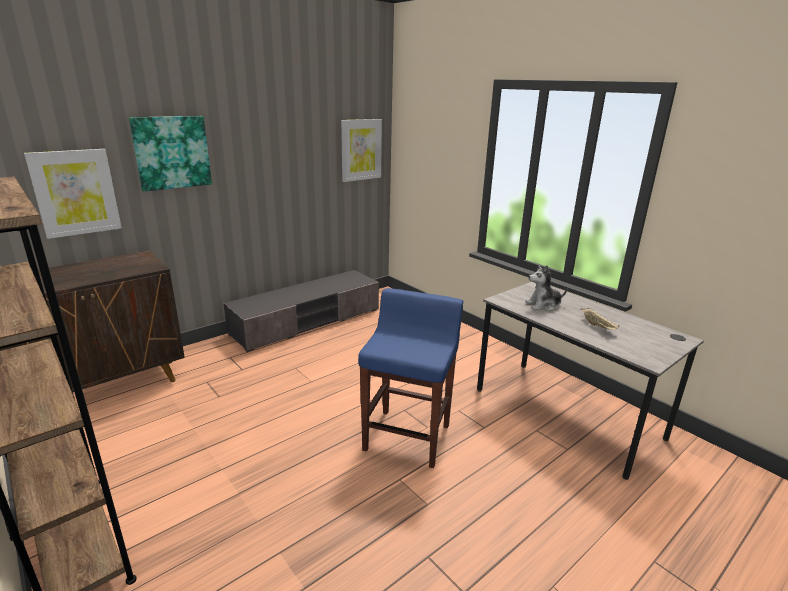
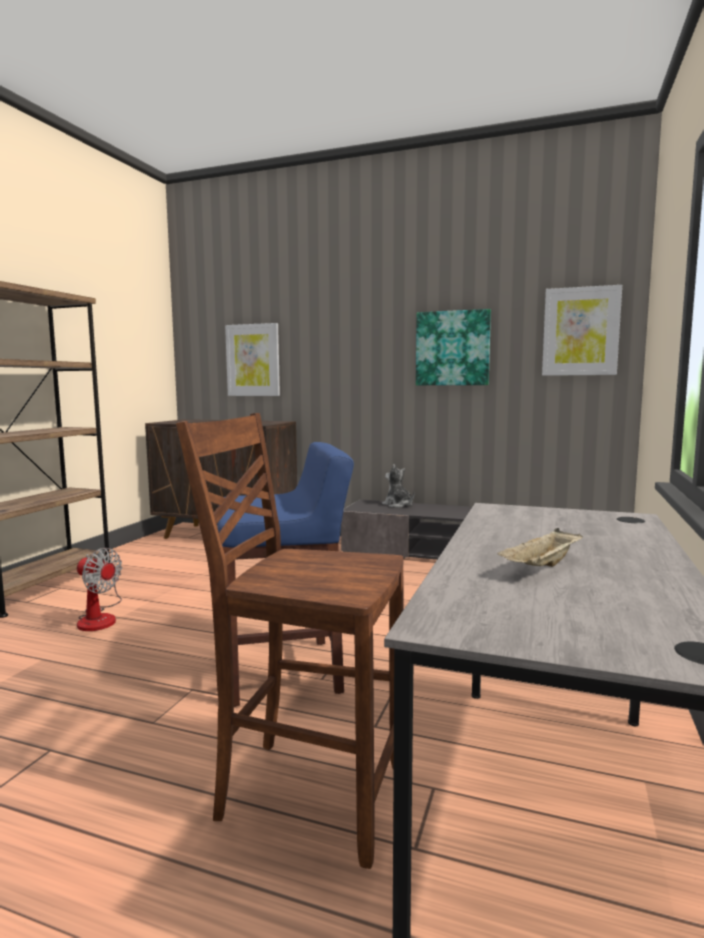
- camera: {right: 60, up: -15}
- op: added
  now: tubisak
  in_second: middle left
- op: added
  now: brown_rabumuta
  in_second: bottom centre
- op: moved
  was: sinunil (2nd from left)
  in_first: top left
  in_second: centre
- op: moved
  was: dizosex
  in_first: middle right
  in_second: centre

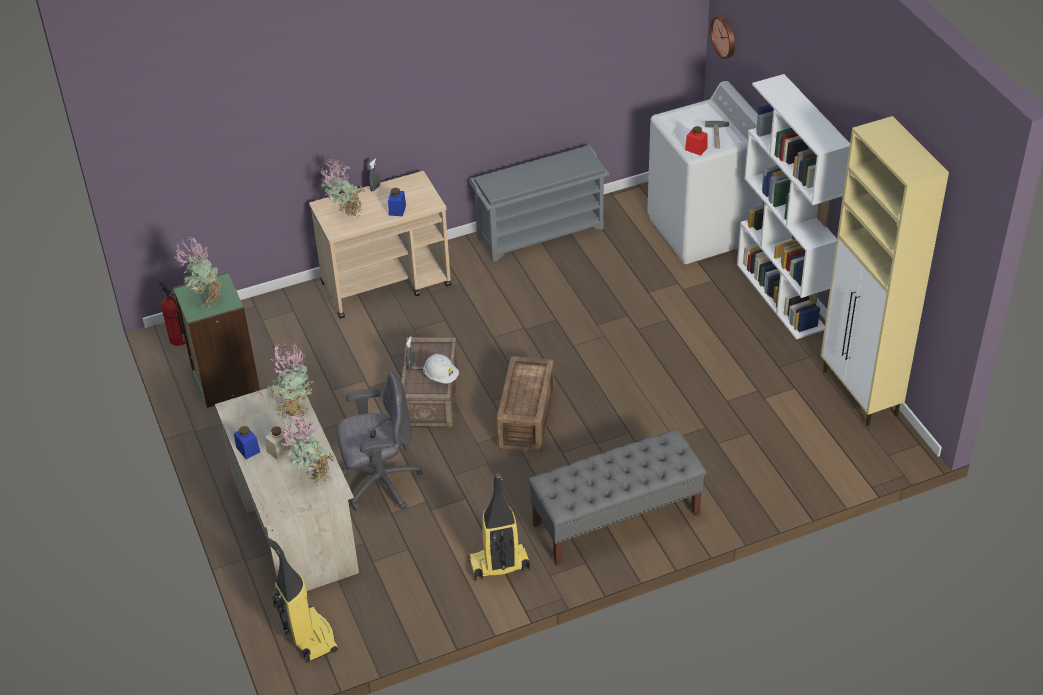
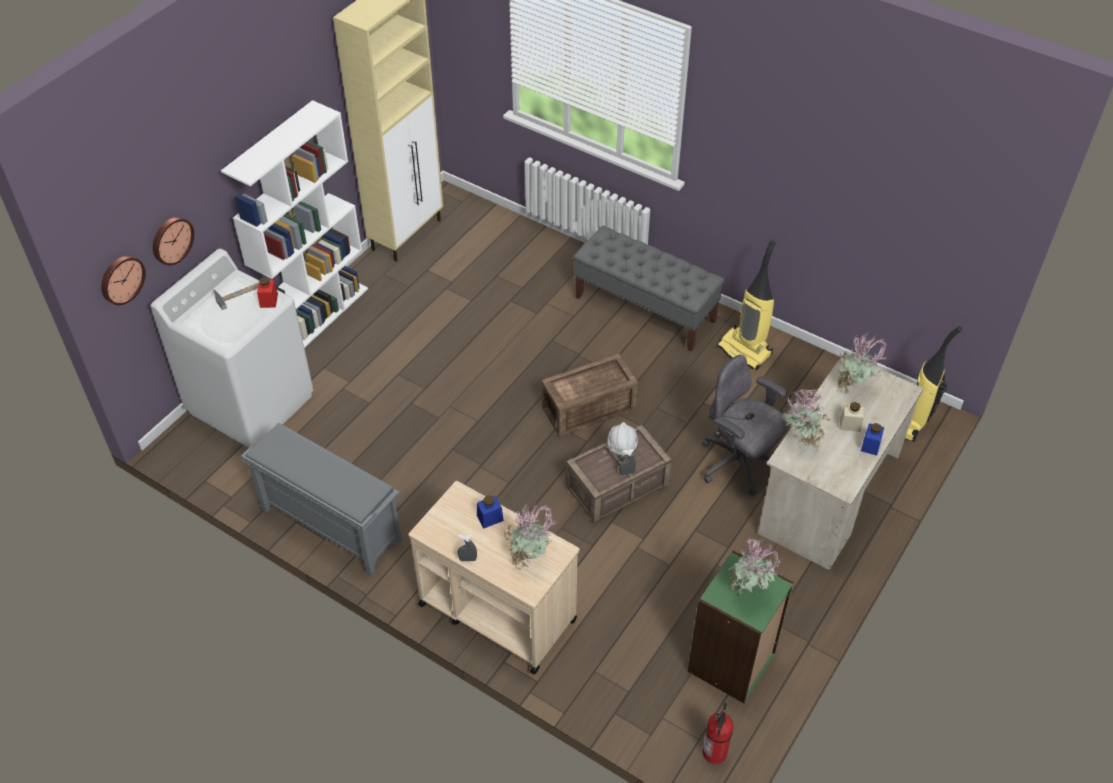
- camera: {right: -125, up: 5}
- op: added
  now: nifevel (2nd from left)
  in_second: top left

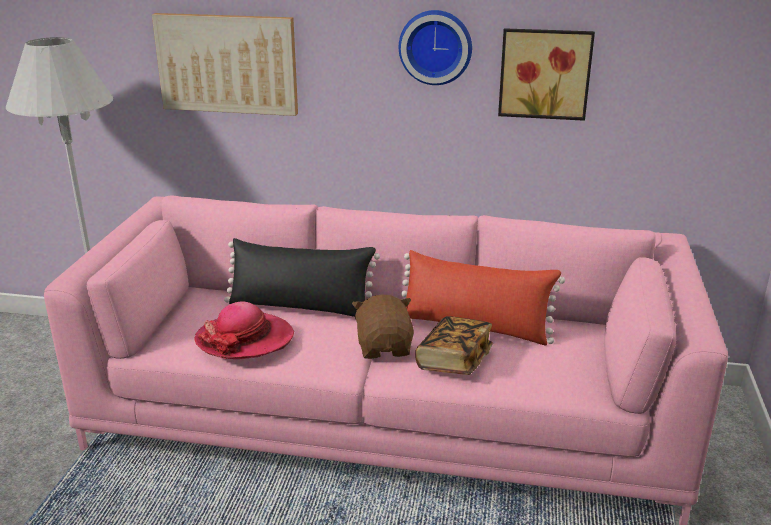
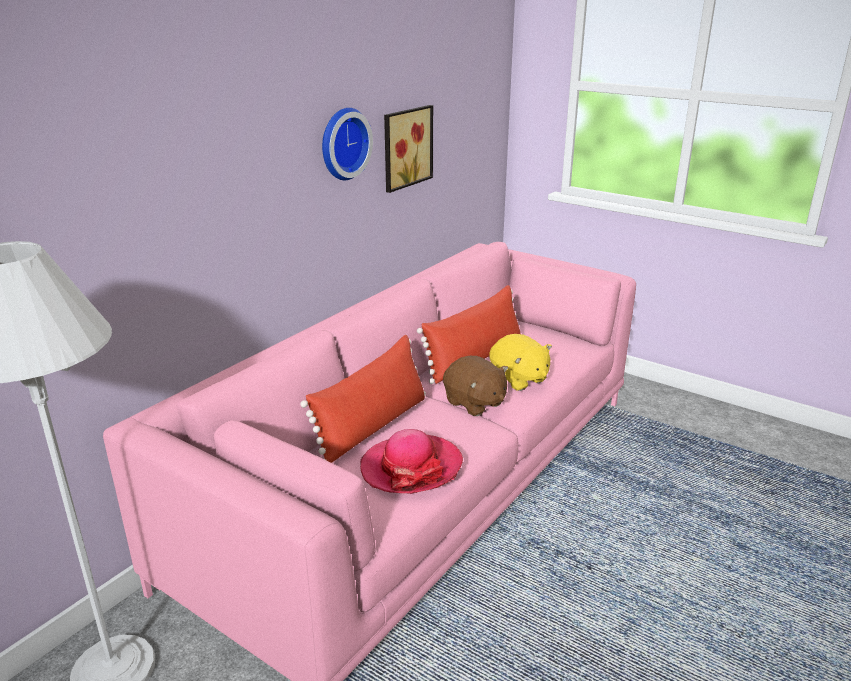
- camera: {right: -65, up: 0}
- op: removed
  was: sinunil (1st from left)
  in_first: top left
- op: replaced
  was: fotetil
  now: yellow_dizosex
  in_first: centre
  in_second: centre
- op: recoloured
  was: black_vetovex
  now: red_vetovex (1st from left)
  in_first: centre
  in_second: centre
- op: turned
  was: brown_dizosex
  in_first: centre
  in_second: centre
  clockwise: -150

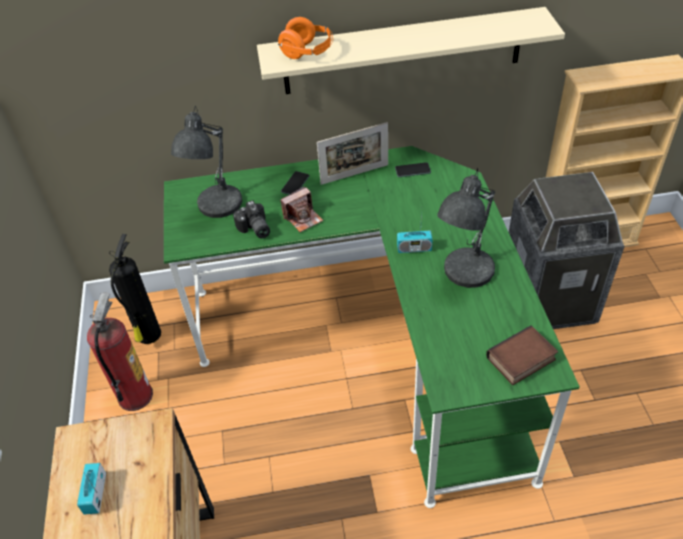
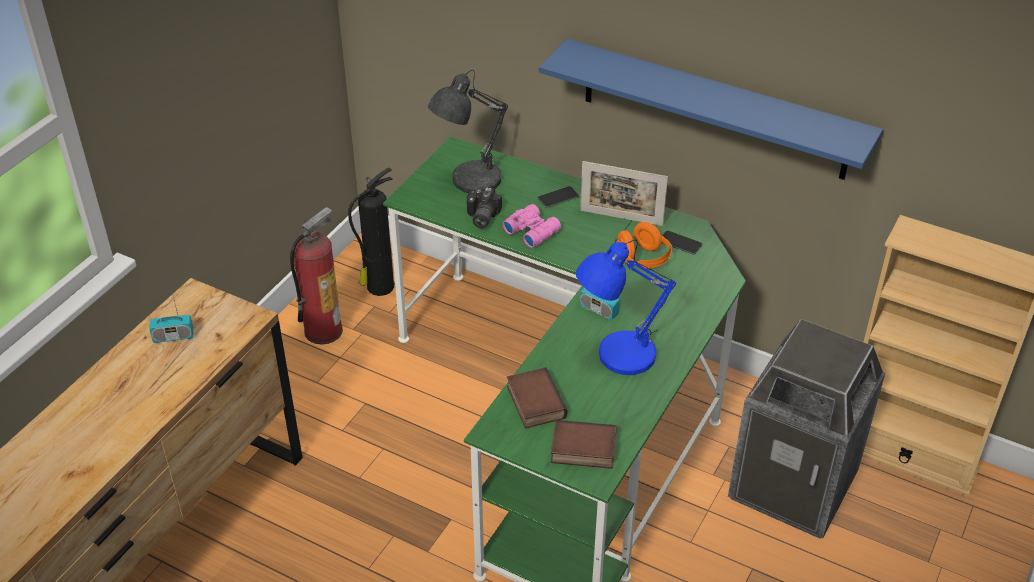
- camera: {right: 35, up: -5}
- op: added
  now: fotetil (1st from left)
  in_second: bottom centre
- op: moved
  was: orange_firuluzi
  in_first: top centre
  in_second: centre
- op: replaced
  was: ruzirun (2nd from left)
  now: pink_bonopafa
  in_first: centre
  in_second: centre
- op: recoloured
  was: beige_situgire
  now: blue_situgire
  in_first: top centre
  in_second: top right
- op: recoloured
  was: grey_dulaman (2nd from left)
  now: blue_dulaman
  in_first: middle right
  in_second: centre
- op: turned
  was: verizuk (1st from left)
  in_first: bottom left
  in_second: middle left
  clockwise: -135

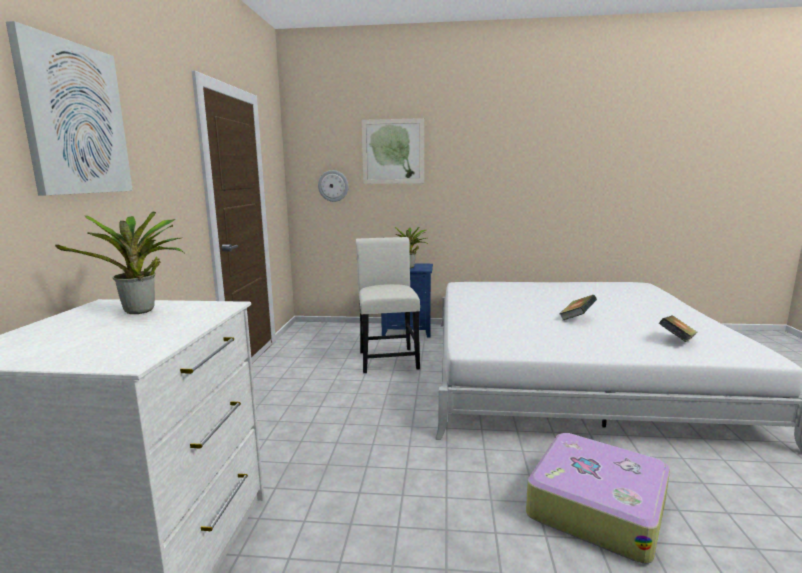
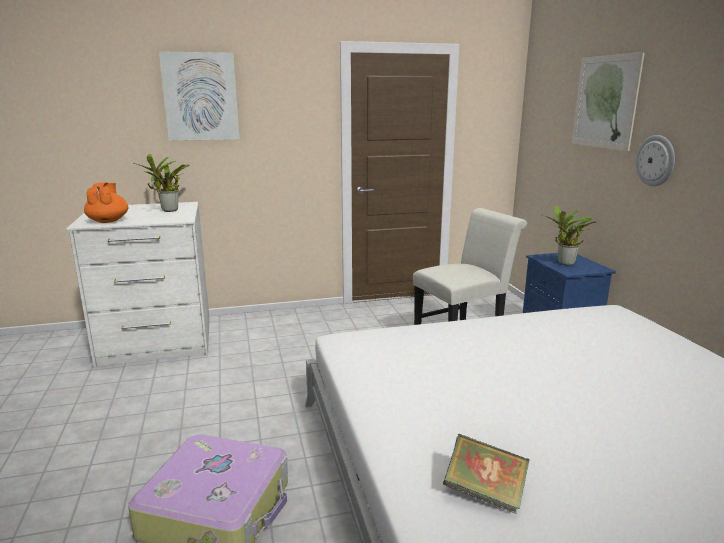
- camera: {right: 70, up: 5}
- op: removed
  was: fotetil (1st from left)
  in_first: middle right
- op: added
  now: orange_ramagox
  in_second: middle left
- op: moved
  was: nifevel
  in_first: top centre
  in_second: top right

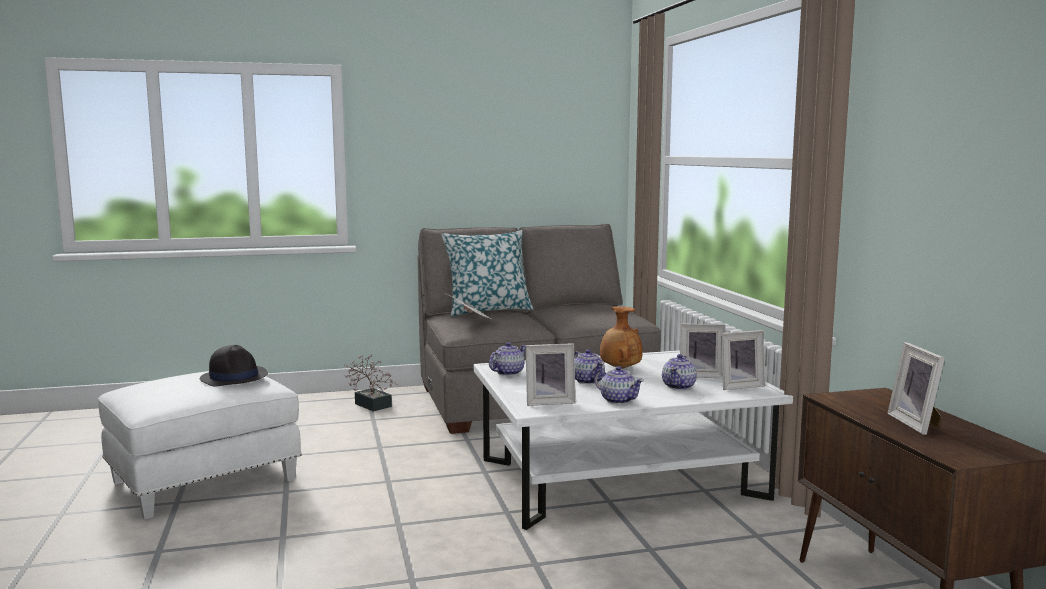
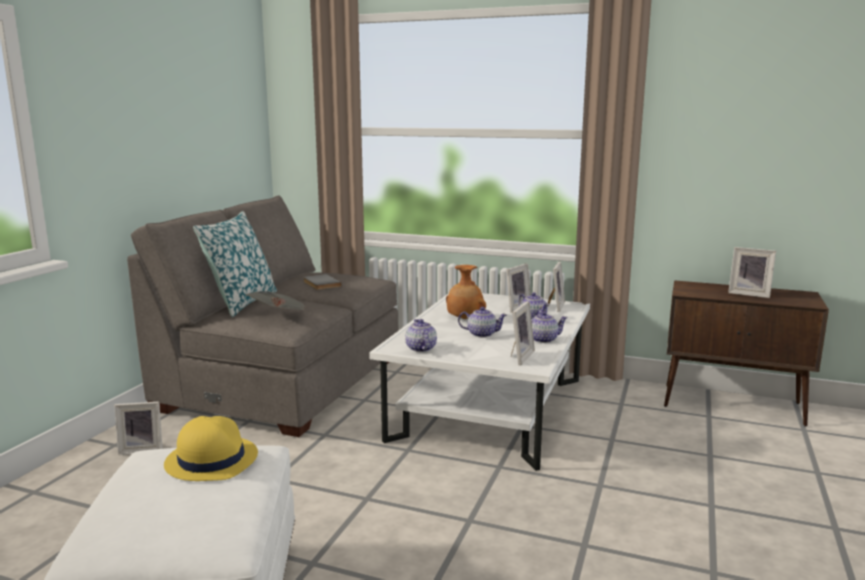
- camera: {right: -55, up: 5}
- op: added
  now: grey_fotetil
  in_second: centre
- op: replaced
  was: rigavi
  now: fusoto (1st from left)
  in_first: centre
  in_second: bottom left
- op: recoloured
  was: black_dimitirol
  now: yellow_dimitirol
  in_first: middle left
  in_second: bottom left

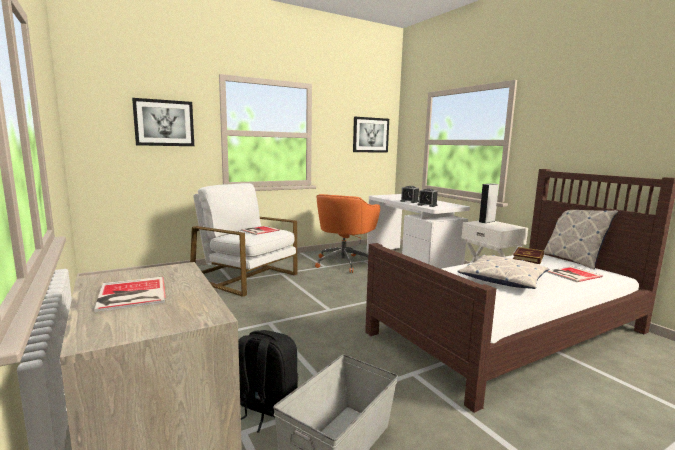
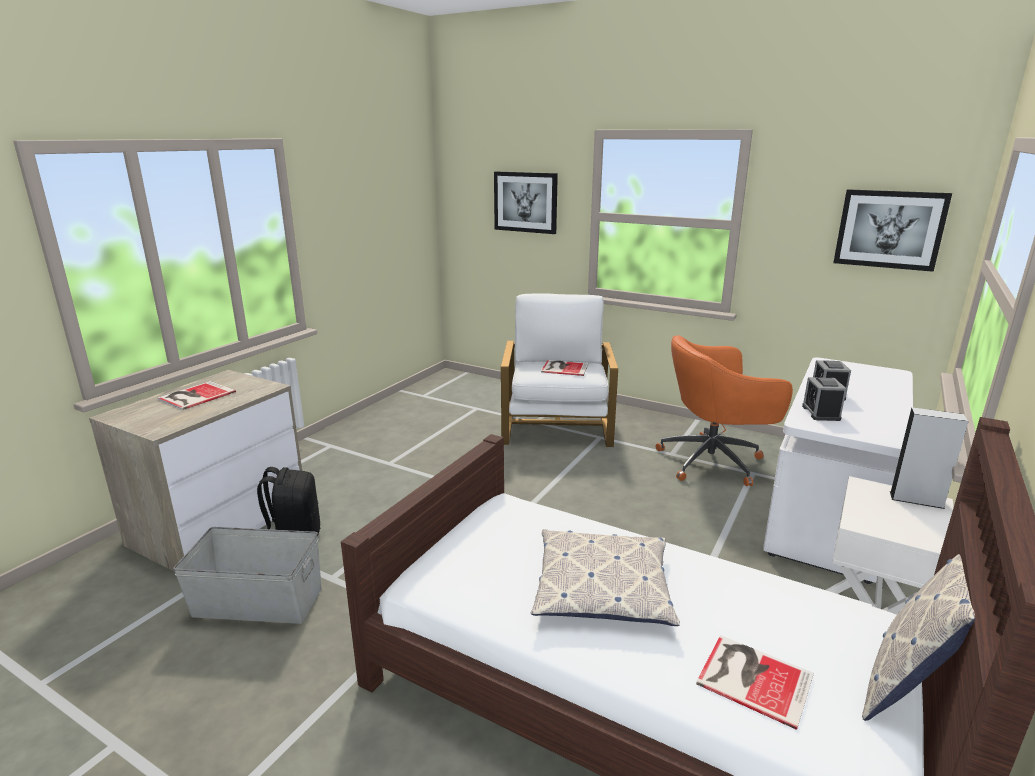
- camera: {right: 60, up: 10}
- op: removed
  was: fotetil (3rd from left)
  in_first: middle right

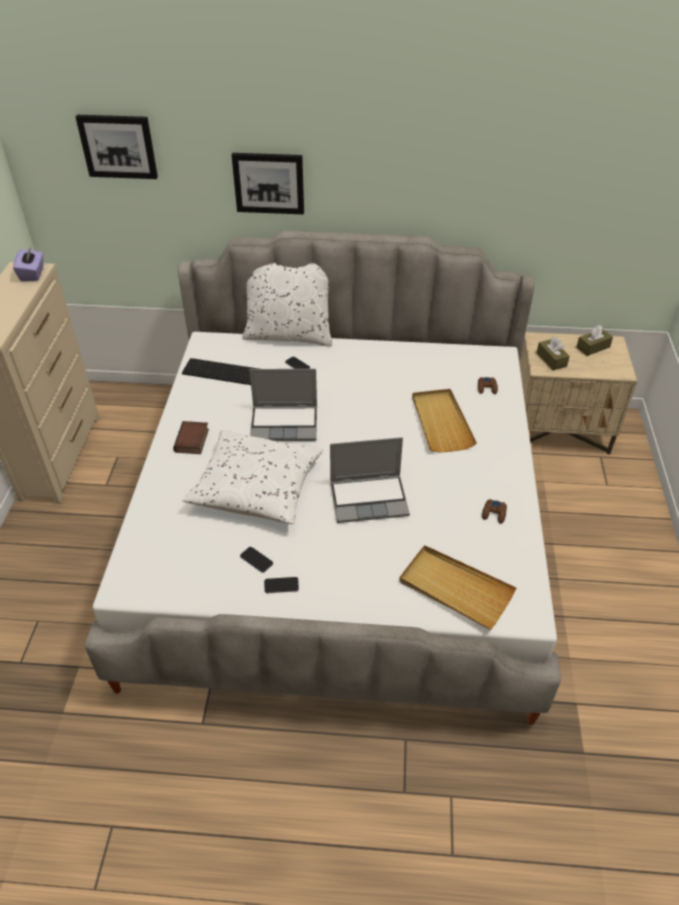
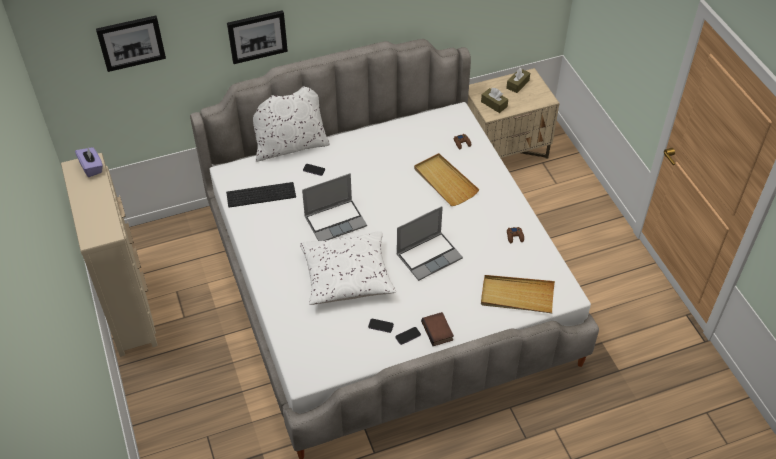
- camera: {right: -25, up: 5}
- op: moved
  was: fotetil
  in_first: middle left
  in_second: bottom centre

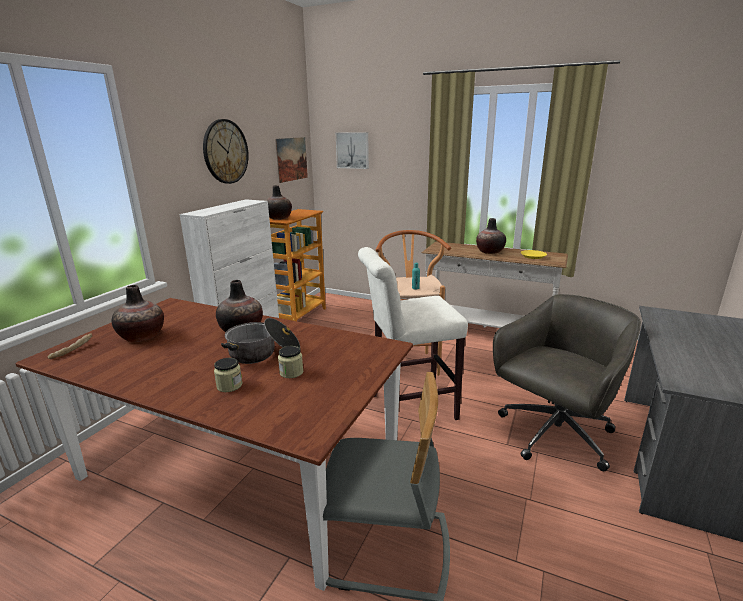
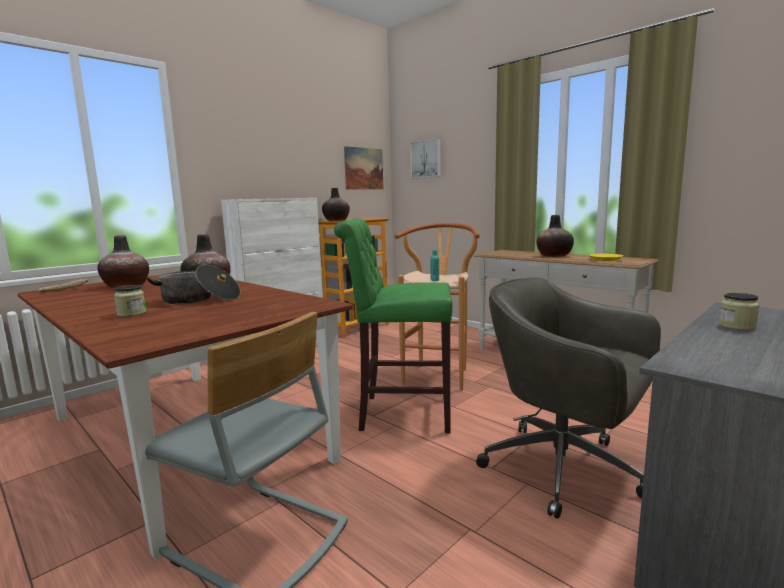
- camera: {right: 20, up: -10}
- op: removed
  was: nifevel
  in_first: top left
- op: moved
  was: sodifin (2nd from left)
  in_first: centre
  in_second: middle right
- op: recoloured
  was: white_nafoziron
  now: green_nafoziron
  in_first: centre
  in_second: centre
- op: turned
  was: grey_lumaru
  in_first: middle right
  in_second: bottom right
  clockwise: -120

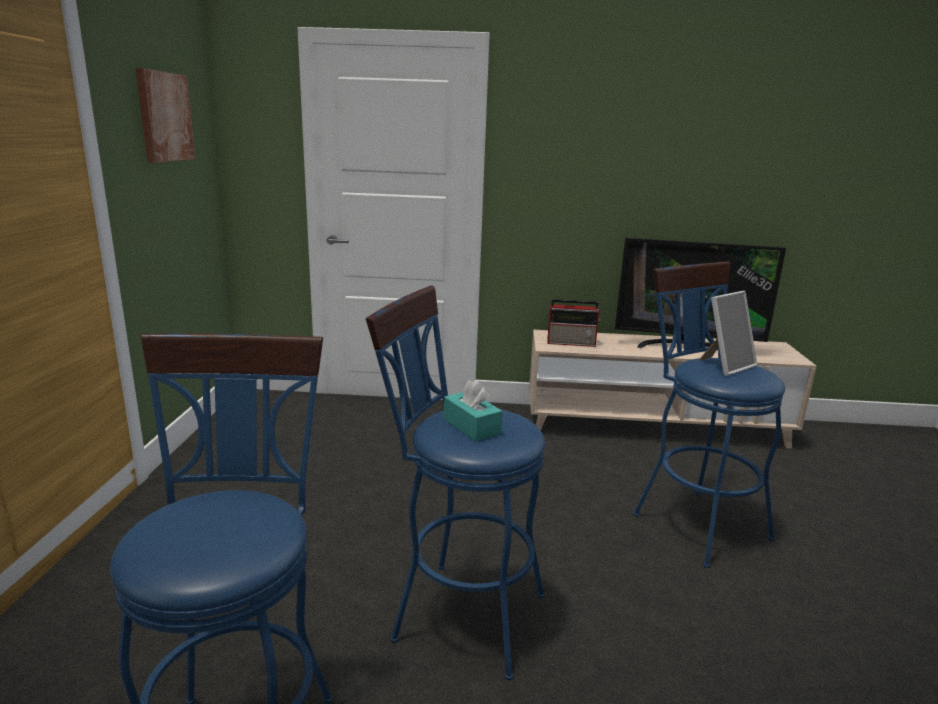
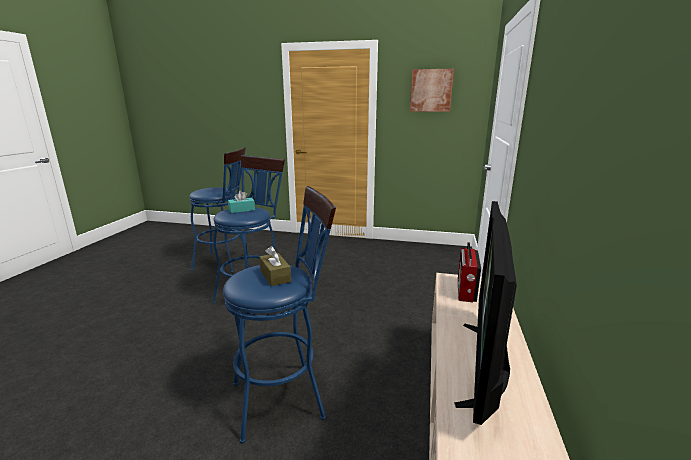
- camera: {right: 100, up: 0}
- op: replaced
  was: fusoto
  now: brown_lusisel
  in_first: middle right
  in_second: centre

